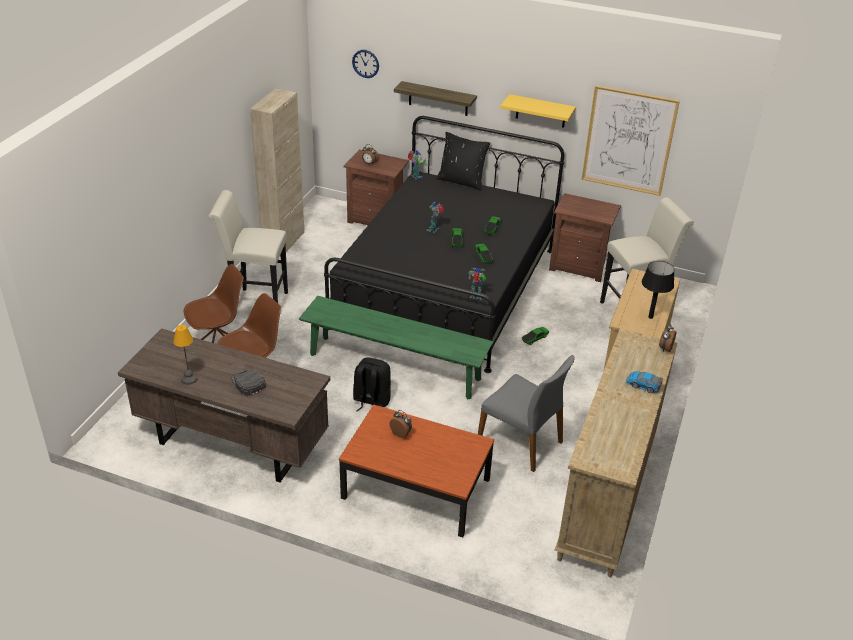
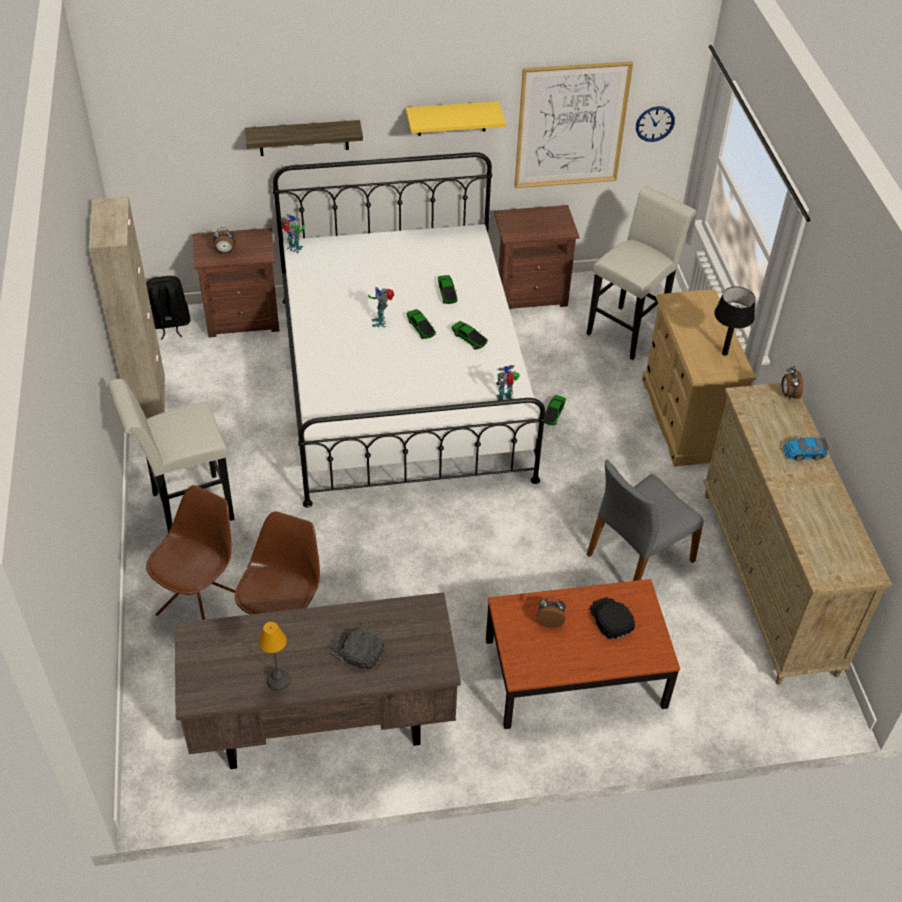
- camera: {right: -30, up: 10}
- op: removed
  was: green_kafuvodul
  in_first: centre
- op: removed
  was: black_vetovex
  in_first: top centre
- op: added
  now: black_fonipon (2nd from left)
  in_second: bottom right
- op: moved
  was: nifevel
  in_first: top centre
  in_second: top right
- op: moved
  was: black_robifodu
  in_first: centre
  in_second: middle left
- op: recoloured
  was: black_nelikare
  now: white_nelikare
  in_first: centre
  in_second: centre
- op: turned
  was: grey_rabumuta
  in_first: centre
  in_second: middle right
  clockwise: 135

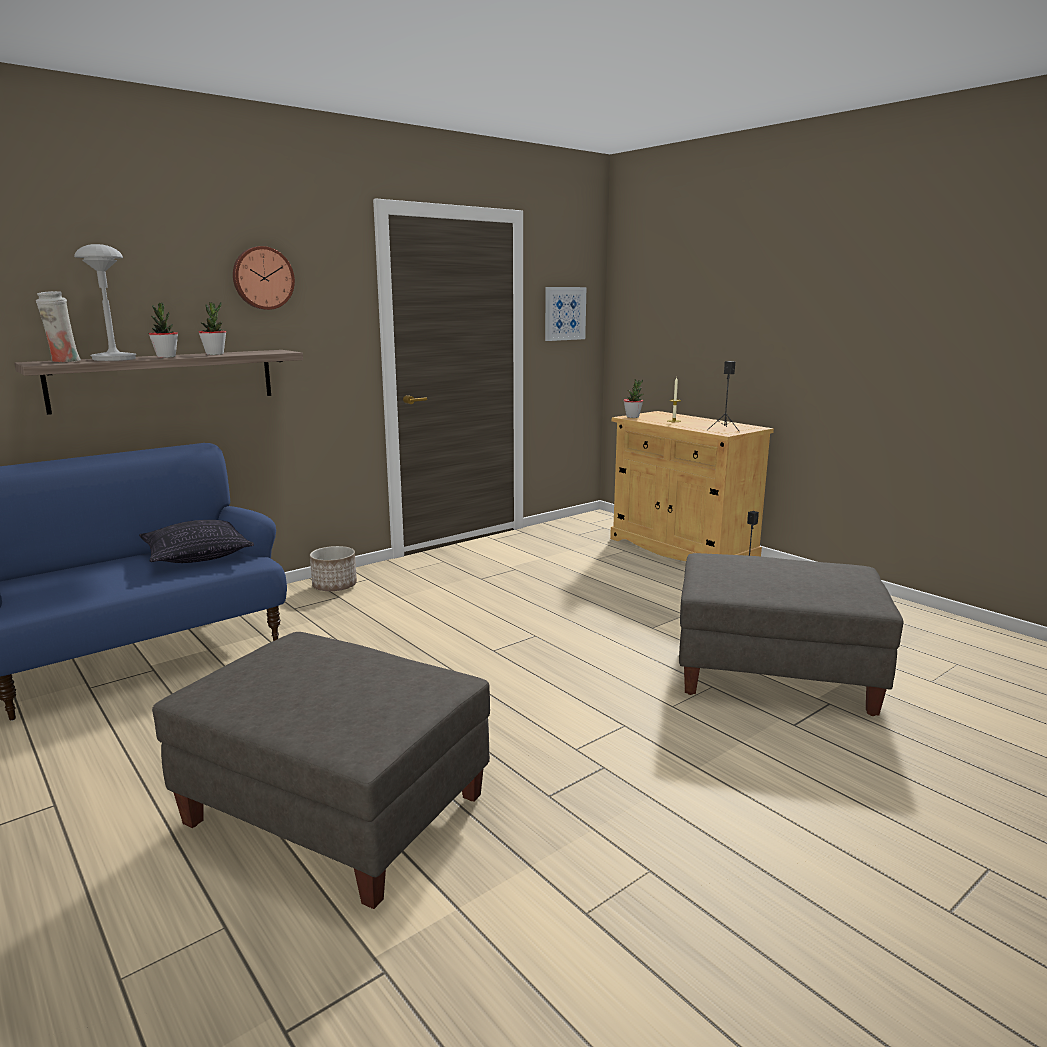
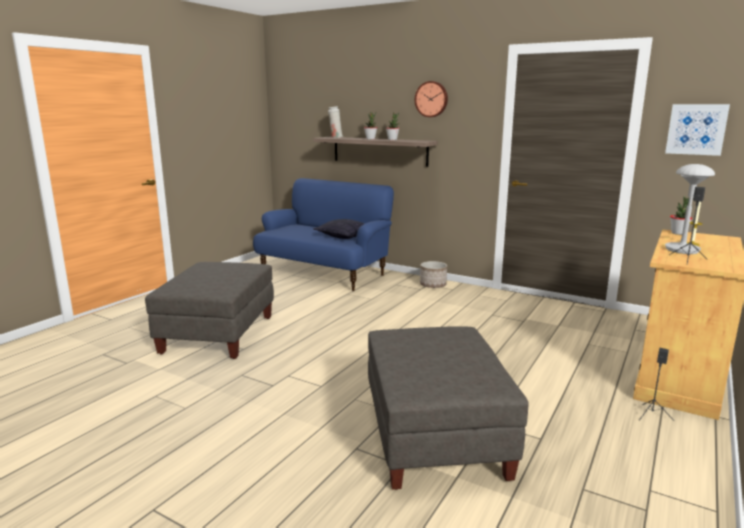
- camera: {right: 70, up: 0}
- op: moved
  was: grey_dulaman
  in_first: top left
  in_second: middle right

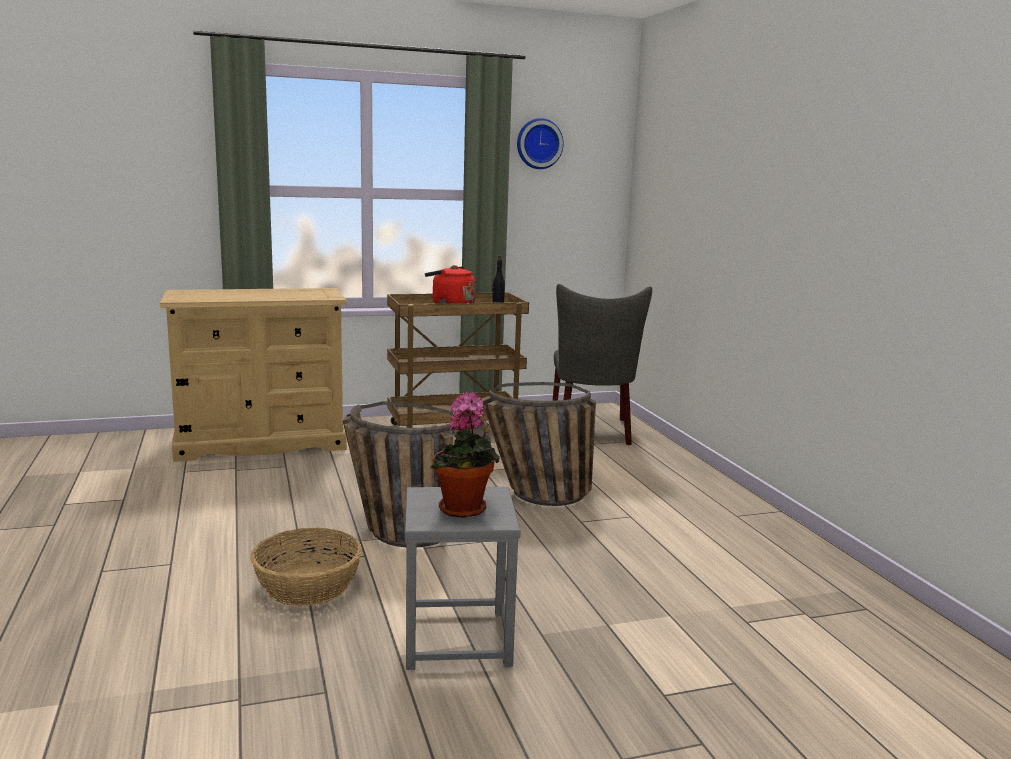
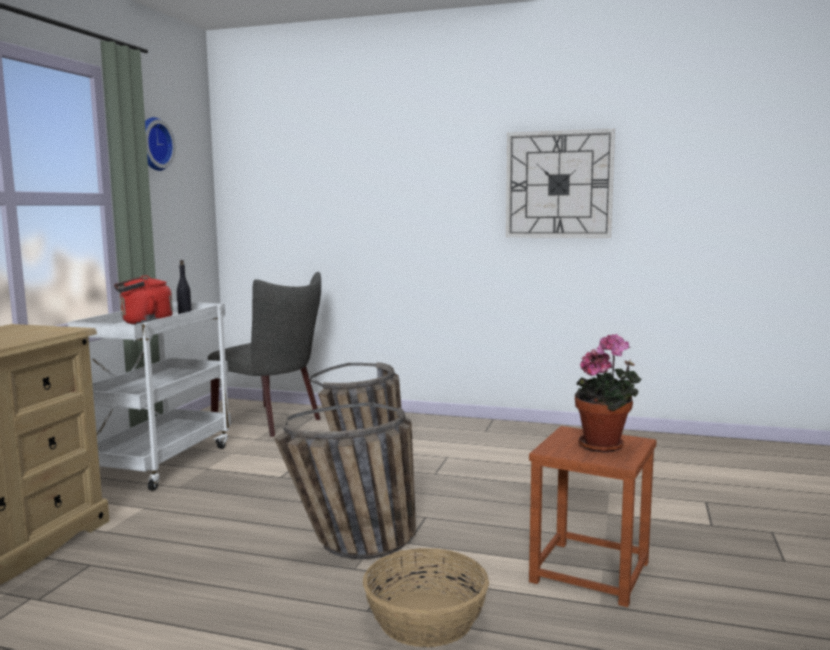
- camera: {right: -55, up: -5}
- op: added
  now: nifevel (2nd from left)
  in_second: top right
- op: recoloured
  was: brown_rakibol
  now: white_rakibol
  in_first: centre
  in_second: middle left
- op: recoloured
  was: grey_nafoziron
  now: brown_nafoziron
  in_first: bottom centre
  in_second: bottom right

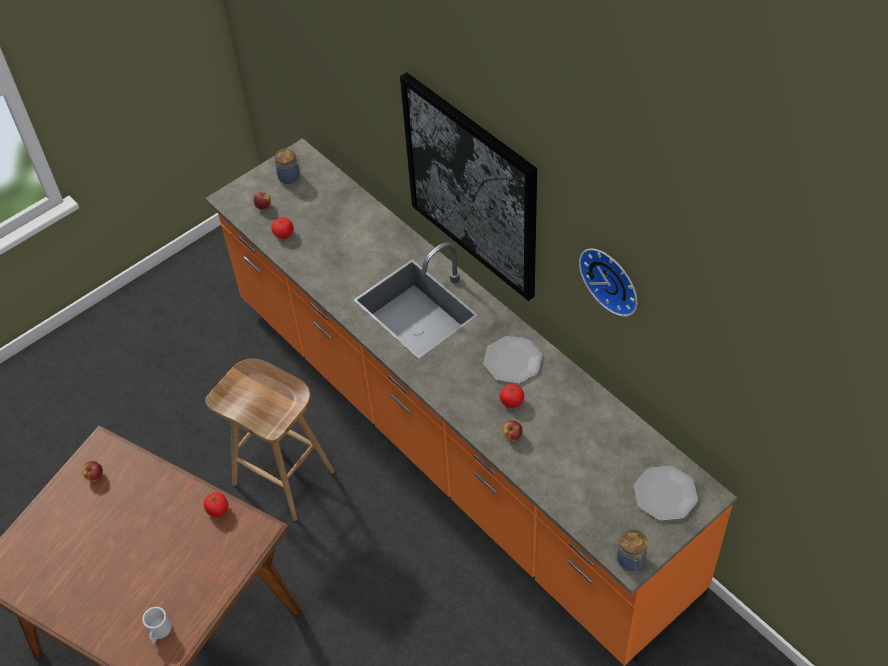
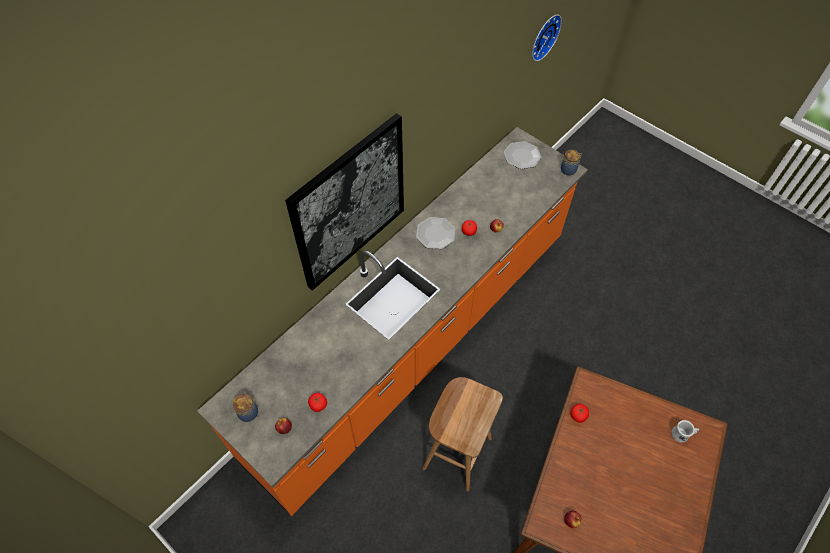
- camera: {right: -100, up: 5}
- op: moved
  was: nifevel
  in_first: middle right
  in_second: top centre

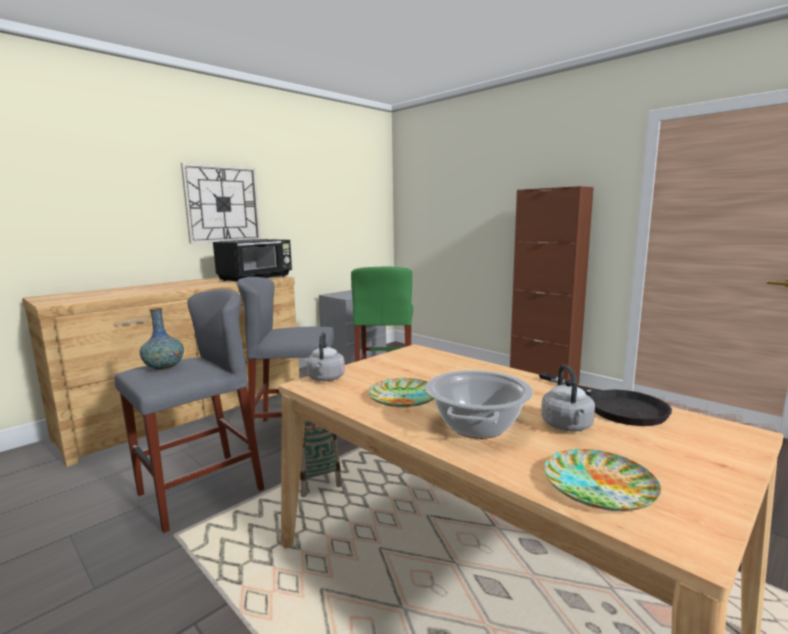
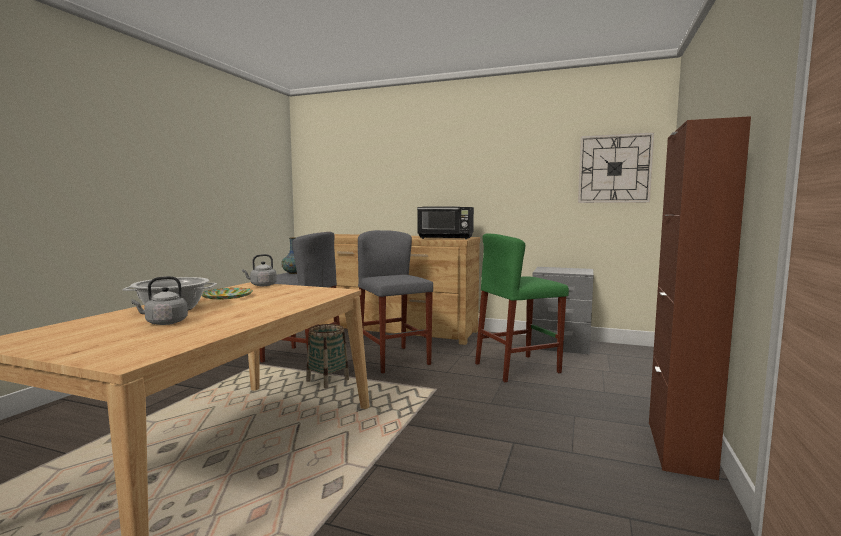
- camera: {right: 65, up: -5}
- op: removed
  was: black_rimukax
  in_first: middle right
- op: removed
  was: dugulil (2nd from left)
  in_first: bottom right
- op: moved
  was: nifevel
  in_first: top left
  in_second: top right

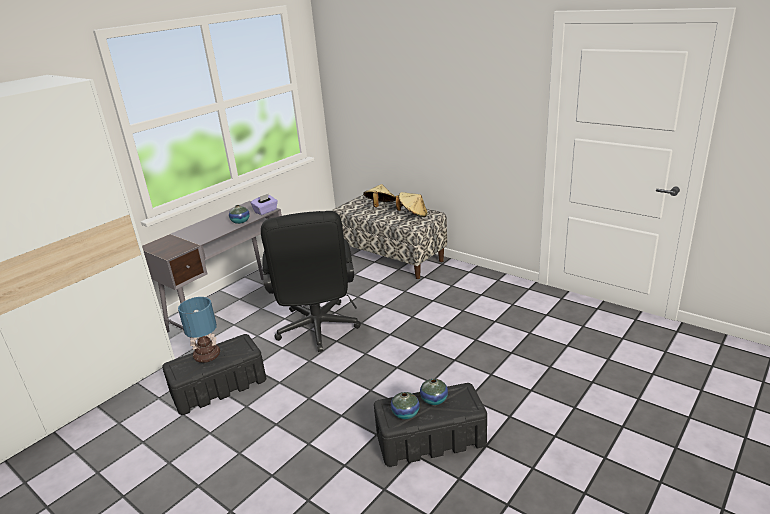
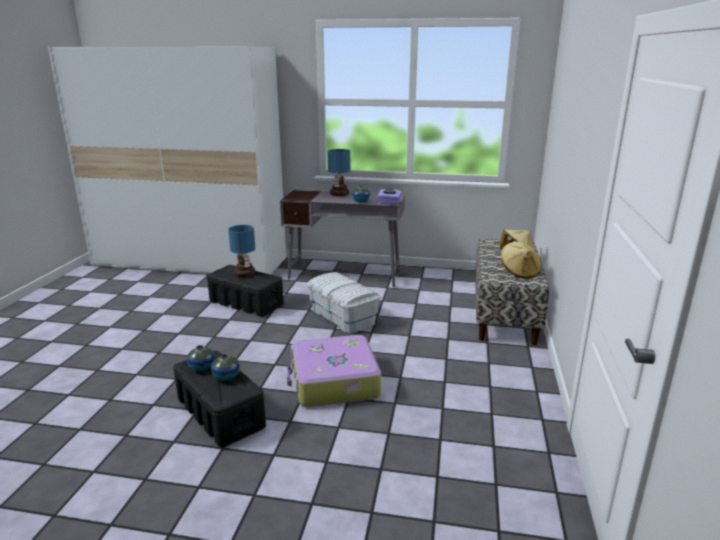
- camera: {right: 60, up: -5}
- op: added
  now: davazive
  in_second: bottom centre
- op: added
  now: dulaman (2nd from left)
  in_second: top centre
- op: replaced
  was: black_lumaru
  now: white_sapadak
  in_first: centre
  in_second: centre

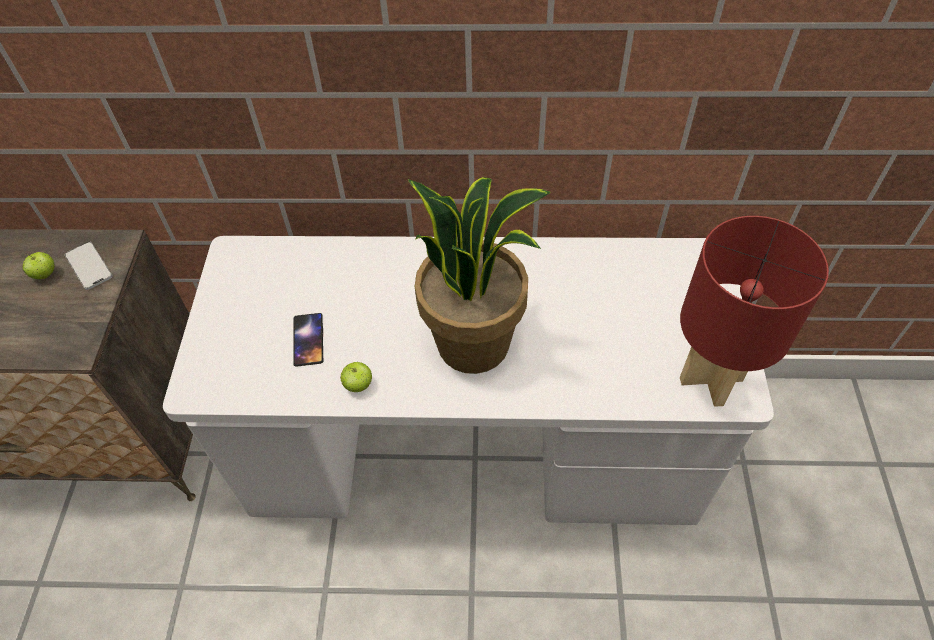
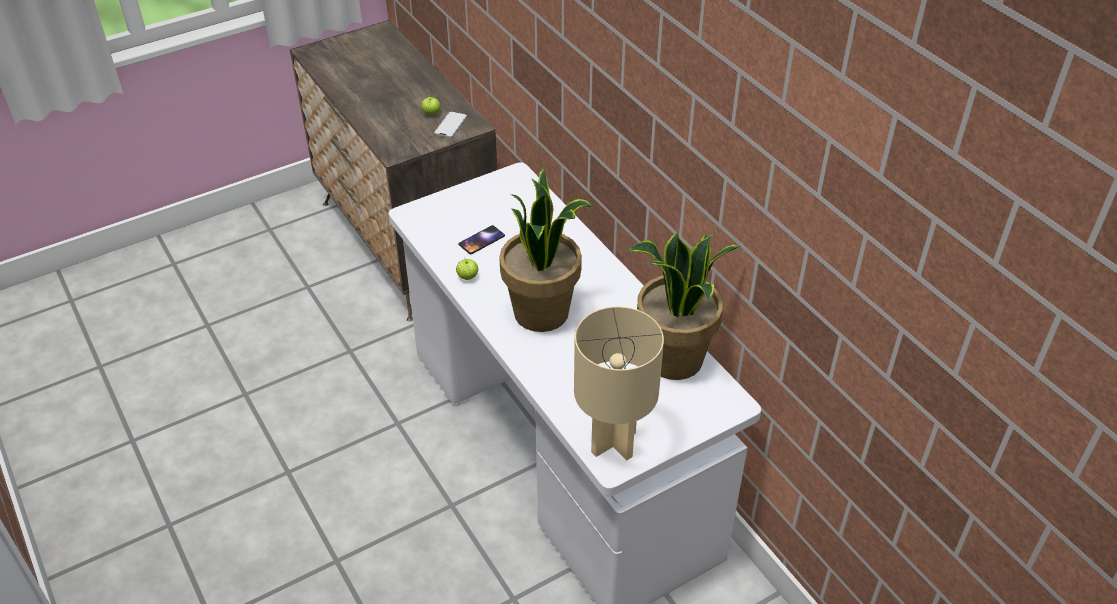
- camera: {right: 55, up: -10}
- op: added
  now: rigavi (2nd from left)
  in_second: centre
- op: recoloured
  was: red_dulaman
  now: beige_dulaman
  in_first: middle right
  in_second: centre

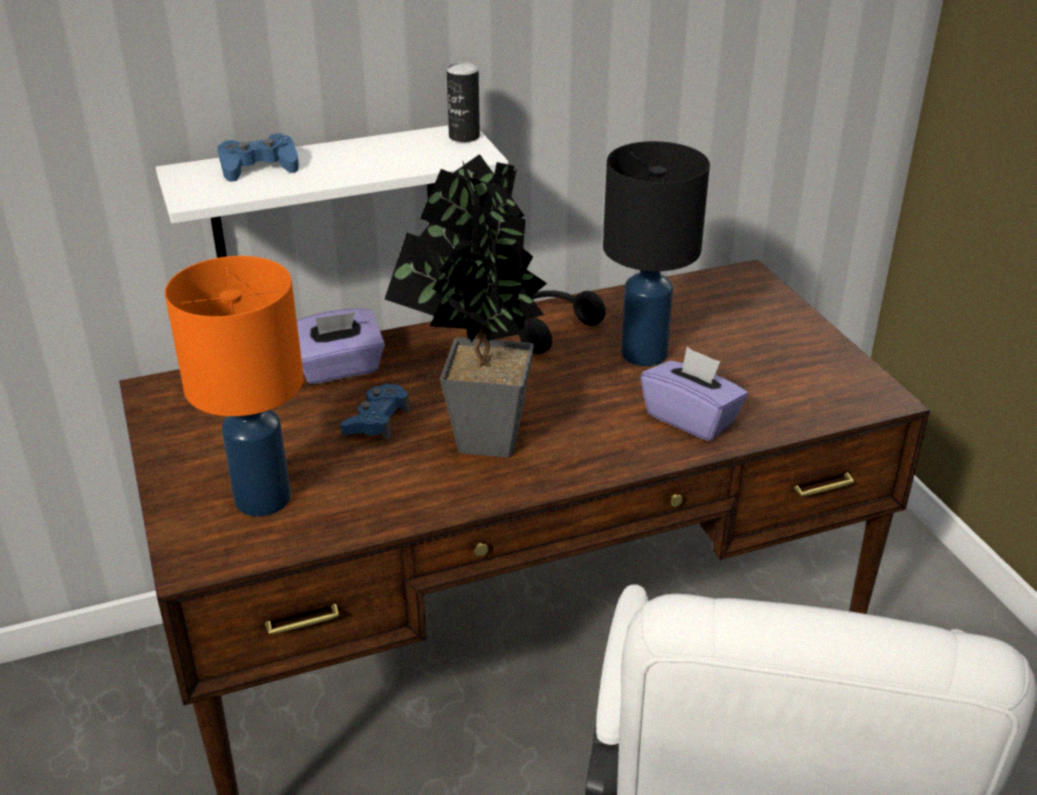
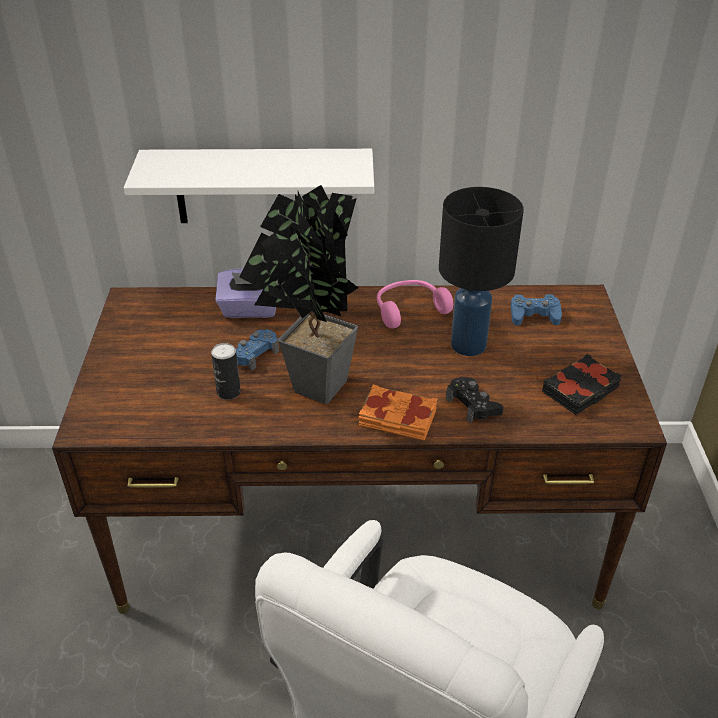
- camera: {right: 20, up: 5}
- op: removed
  was: orange_dulaman
  in_first: middle left
- op: added
  now: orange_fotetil
  in_second: centre
- op: added
  now: black_fotetil
  in_second: middle right
- op: moved
  was: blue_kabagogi (1st from left in the first image)
  now: blue_kabagogi (2nd from left)
  in_first: top left
  in_second: middle right
- op: moved
  was: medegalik
  in_first: top centre
  in_second: middle left
- op: replaced
  was: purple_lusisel (2nd from left)
  now: black_kabagogi
  in_first: middle right
  in_second: centre
- op: recoloured
  was: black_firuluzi
  now: pink_firuluzi
  in_first: centre
  in_second: centre

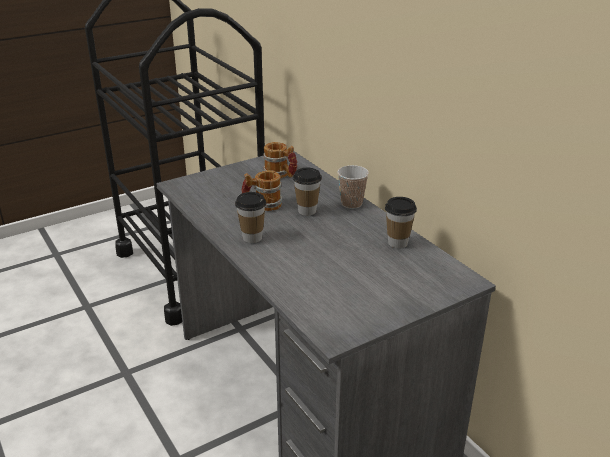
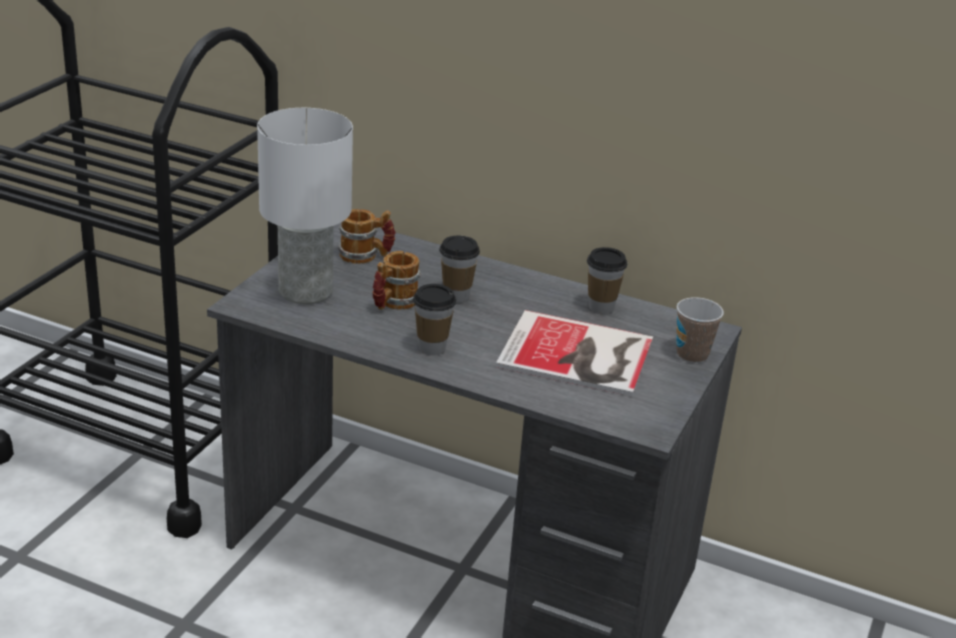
- camera: {right: -35, up: 0}
- op: added
  now: white_dulaman
  in_second: top left
- op: added
  now: fotetil
  in_second: centre
- op: moved
  was: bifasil (3rd from left in the first image)
  now: bifasil (4th from left)
  in_first: centre
  in_second: middle right

